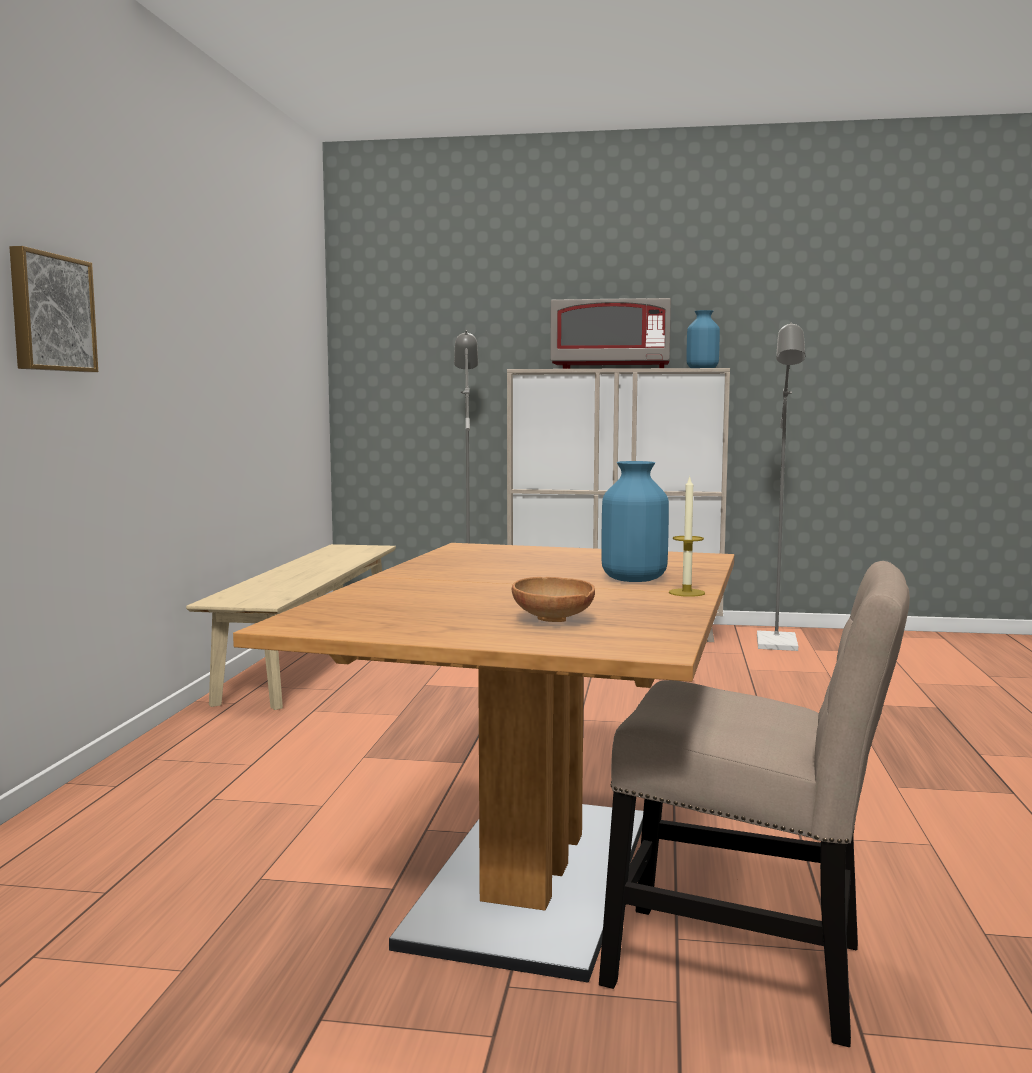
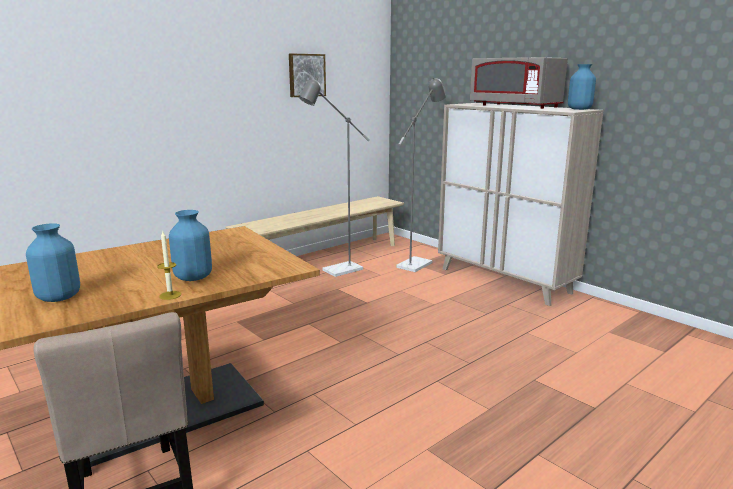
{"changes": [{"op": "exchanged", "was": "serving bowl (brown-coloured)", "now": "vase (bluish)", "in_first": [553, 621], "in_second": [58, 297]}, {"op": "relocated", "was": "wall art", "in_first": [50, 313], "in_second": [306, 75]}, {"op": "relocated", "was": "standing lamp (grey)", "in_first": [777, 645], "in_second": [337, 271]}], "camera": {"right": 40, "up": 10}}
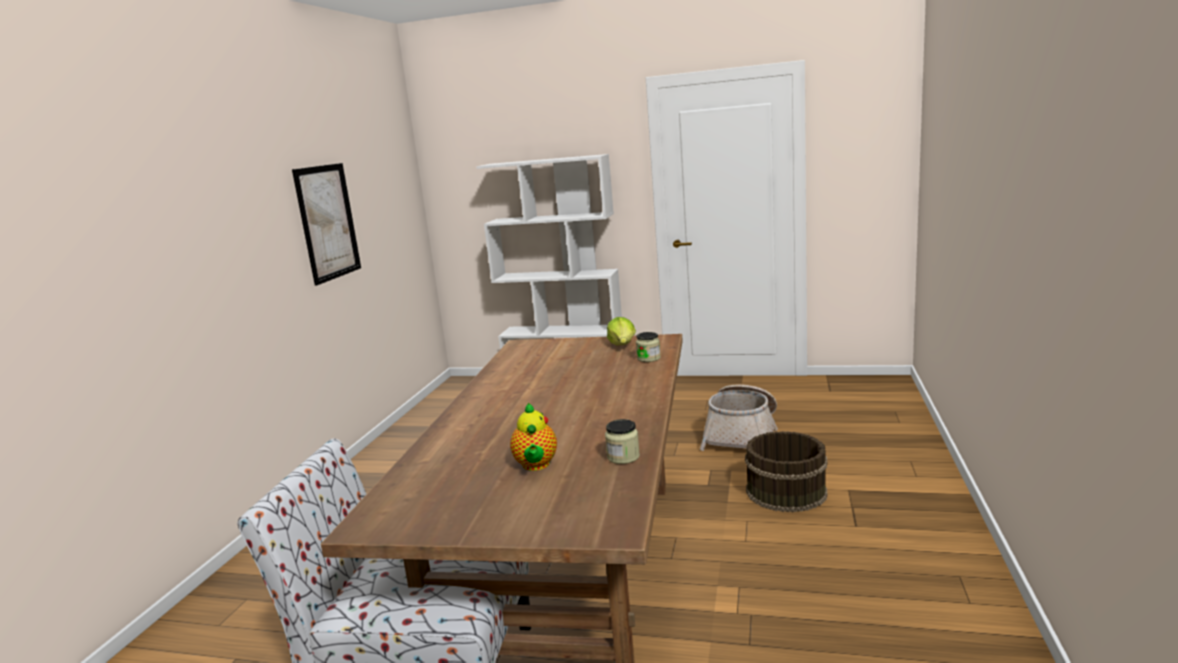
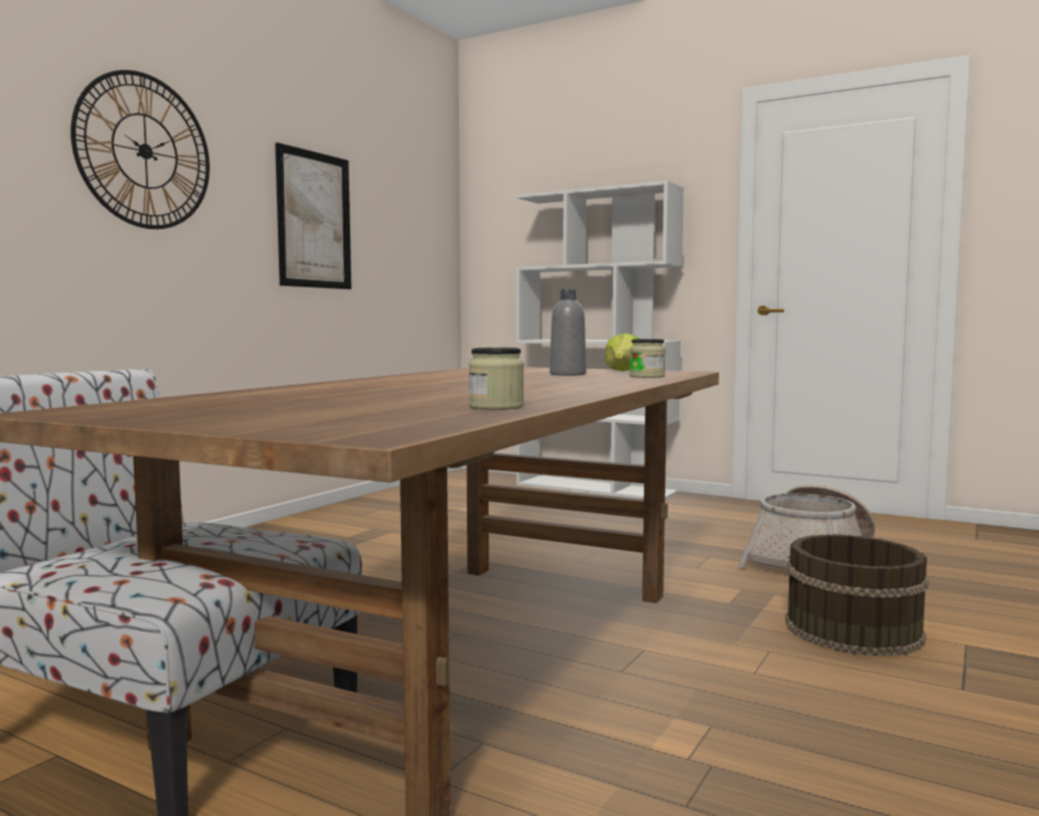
{"changes": [{"op": "appeared", "now": "clock on the wall", "in_second": [145, 151]}, {"op": "appeared", "now": "bottle (grey)", "in_second": [567, 374]}, {"op": "missing", "was": "pot for tea", "in_first": [536, 465]}], "camera": {"right": 15, "up": -10}}
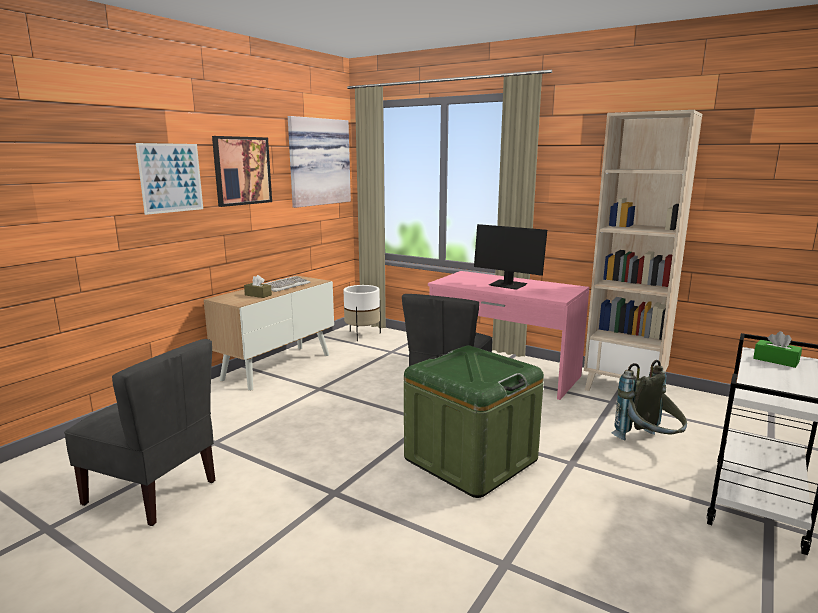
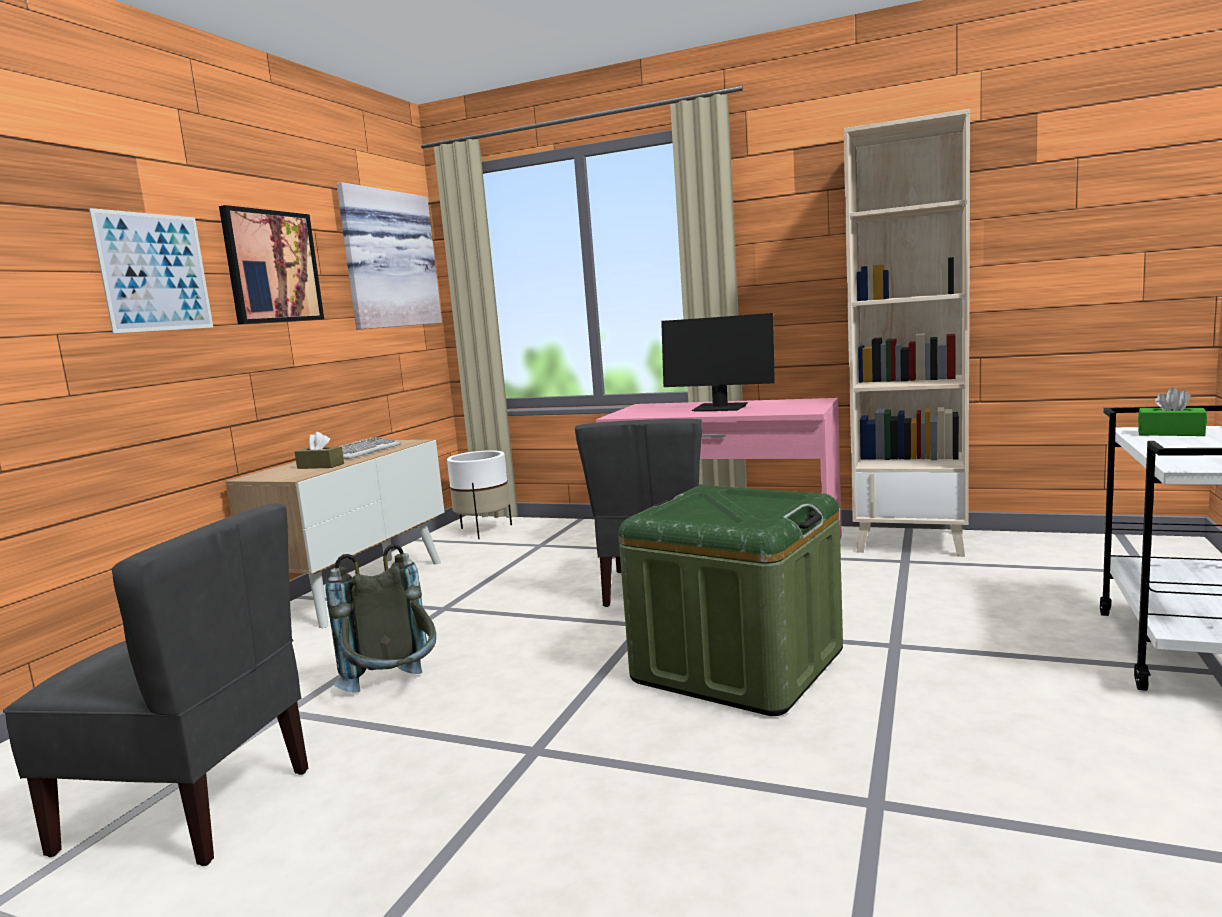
{"changes": [{"op": "relocated", "was": "rucksack (grey)", "in_first": [649, 445], "in_second": [395, 693]}], "camera": {"right": -10, "up": -5}}
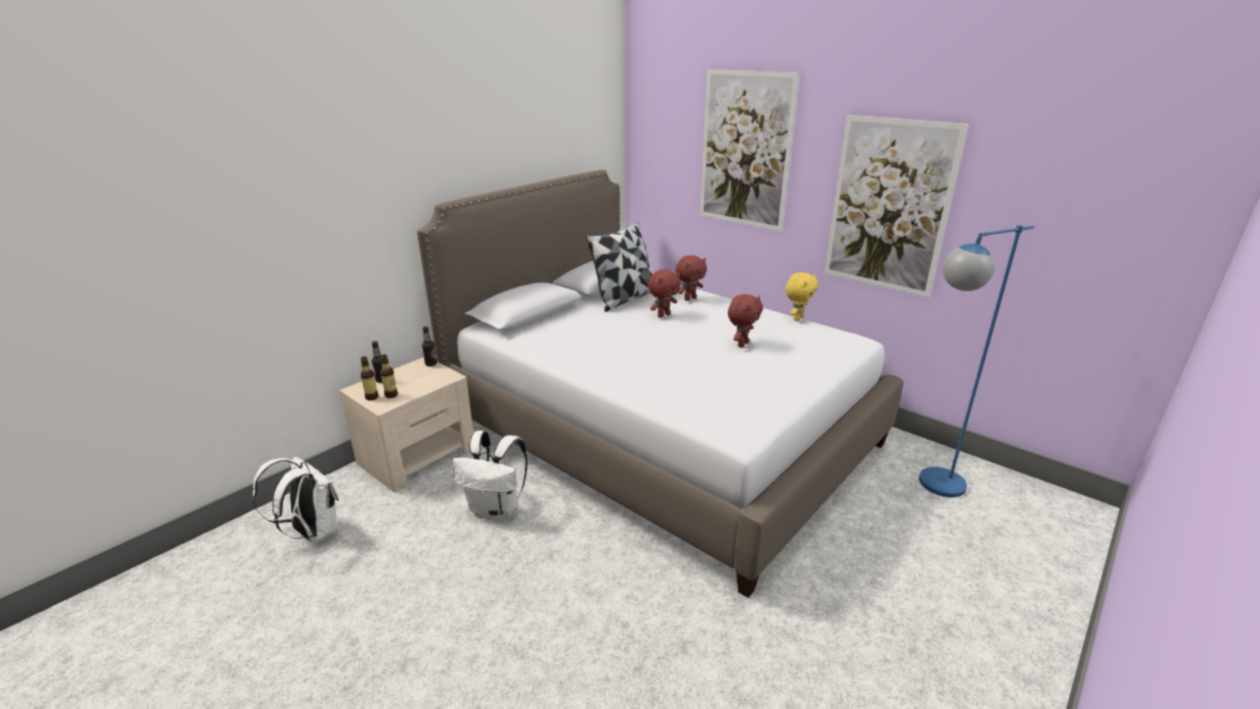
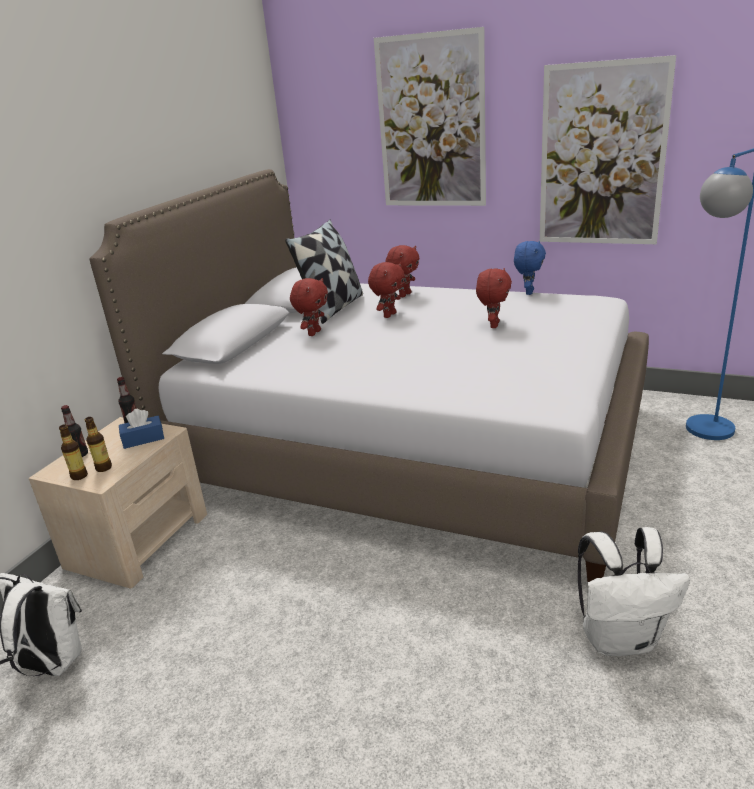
{"changes": [{"op": "appeared", "now": "tissue box (bluish)", "in_second": [143, 439]}, {"op": "appeared", "now": "soft toy (reddish)", "in_second": [313, 333]}, {"op": "colour", "was": "soft toy (yellow-coloured)", "now": "soft toy (bluish)", "in_first": [797, 318], "in_second": [528, 292]}, {"op": "relocated", "was": "rucksack (white-coloured)", "in_first": [496, 509], "in_second": [621, 638]}], "camera": {"right": -15, "up": 0}}
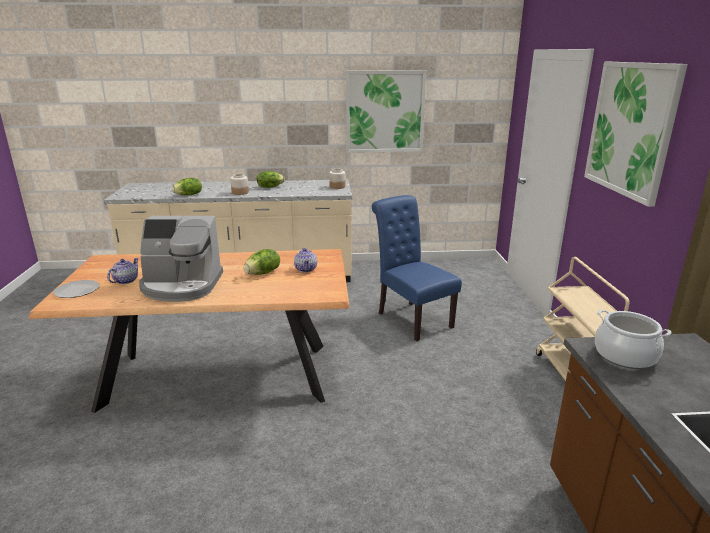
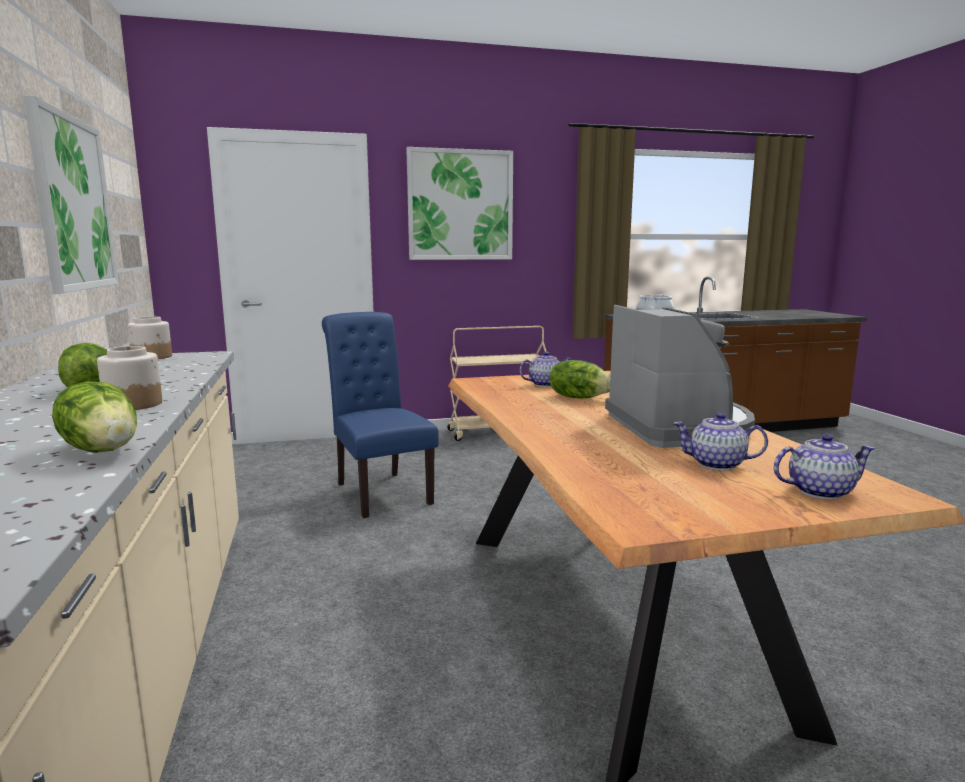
{"changes": [{"op": "spun", "was": "plain chair (bluish)", "in_first": [411, 318], "in_second": [380, 491], "clockwise": 105}, {"op": "exchanged", "was": "plate", "now": "pot for tea", "in_first": [78, 290], "in_second": [819, 491]}], "camera": {"right": -100, "up": -10}}
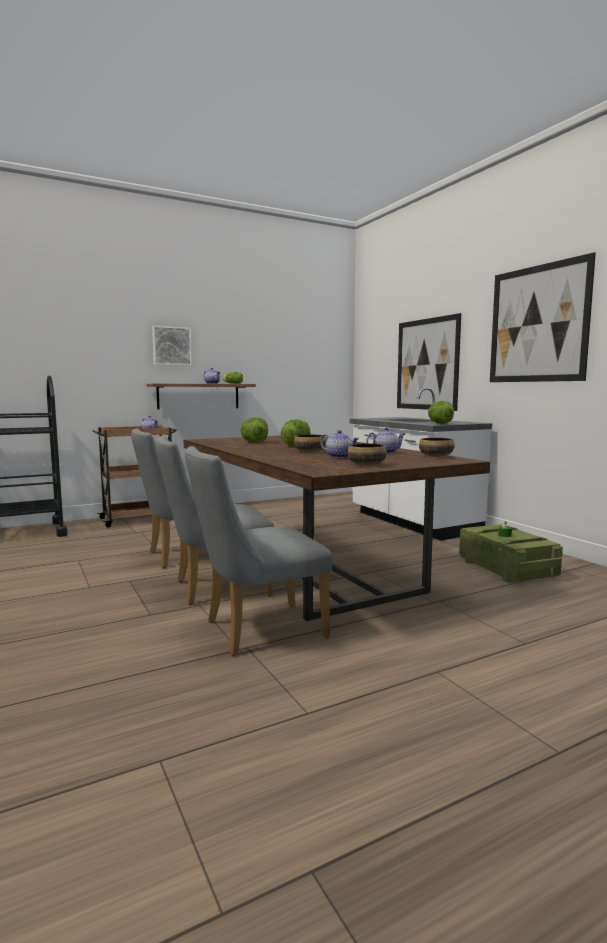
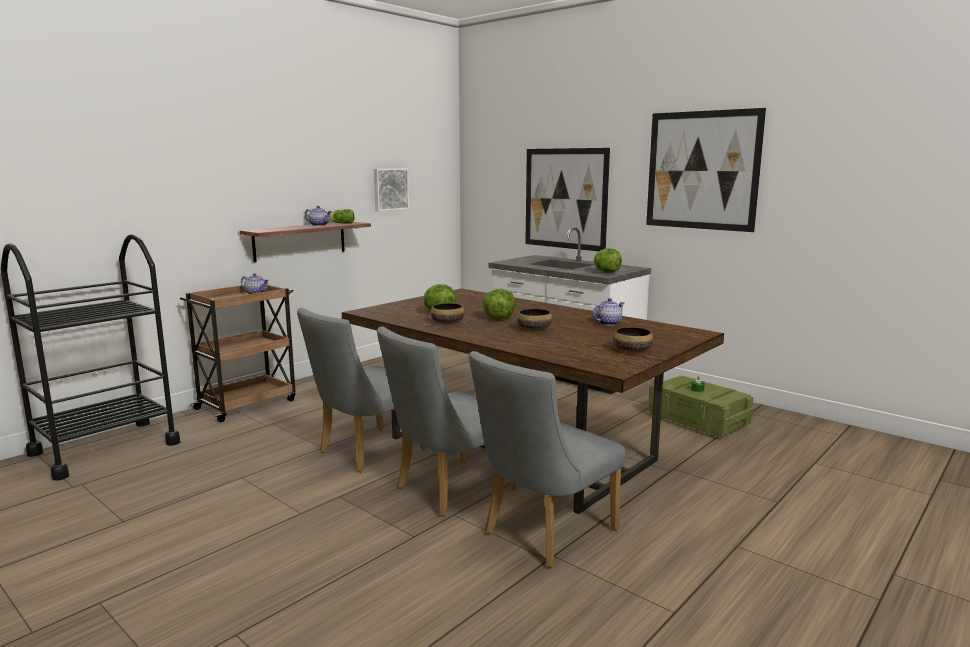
{"changes": [{"op": "relocated", "was": "wall art", "in_first": [171, 346], "in_second": [390, 189]}, {"op": "relocated", "was": "serving bowl", "in_first": [436, 456], "in_second": [448, 323]}, {"op": "missing", "was": "pot for tea", "in_first": [339, 456]}], "camera": {"right": -20, "up": 5}}
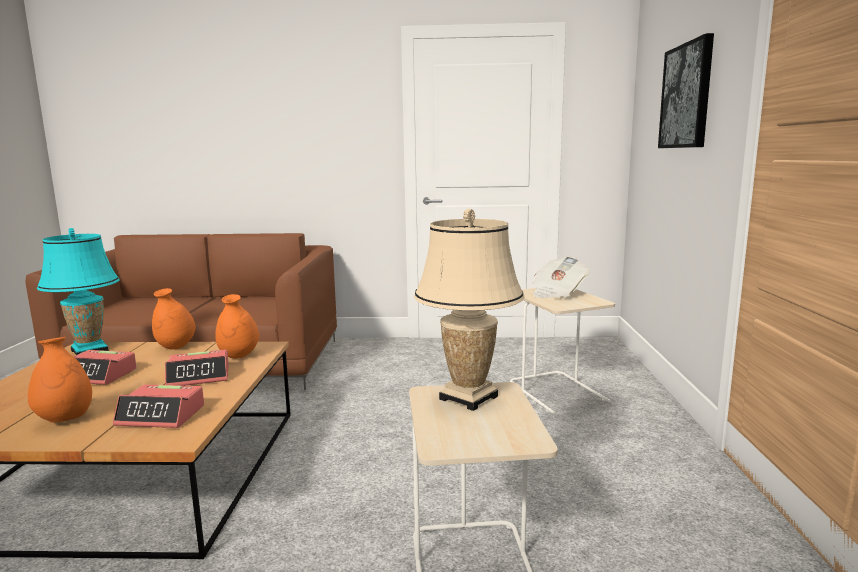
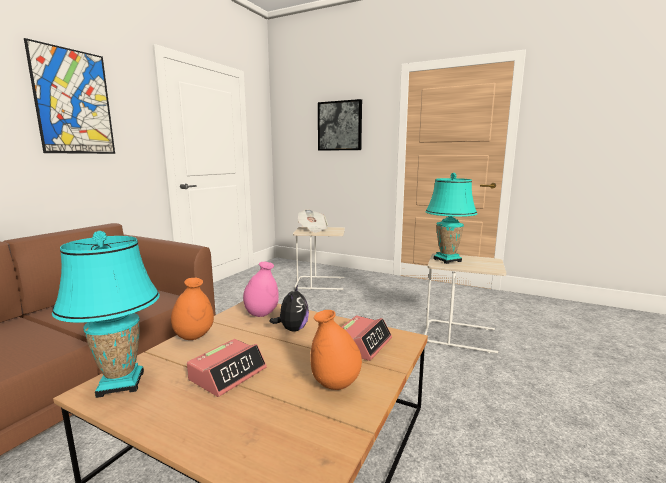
{"changes": [{"op": "appeared", "now": "wall art", "in_second": [74, 102]}, {"op": "colour", "was": "vase (orange-coloured)", "now": "vase (pink-coloured)", "in_first": [239, 356], "in_second": [261, 314]}, {"op": "exchanged", "was": "table clock", "now": "soft toy", "in_first": [199, 376], "in_second": [292, 329]}, {"op": "colour", "was": "lamp for a table (beige)", "now": "lamp for a table (turquoise-coloured)", "in_first": [468, 397], "in_second": [447, 260]}], "camera": {"right": -65, "up": 0}}
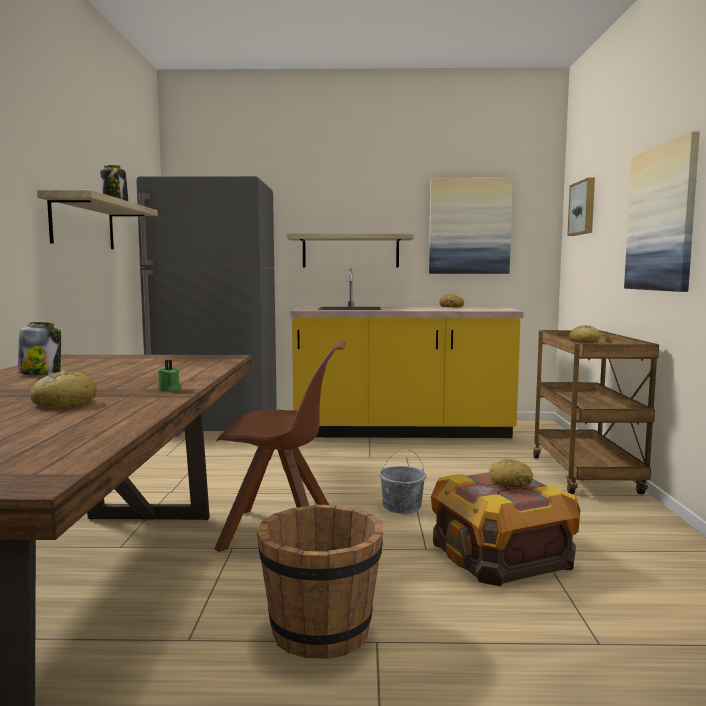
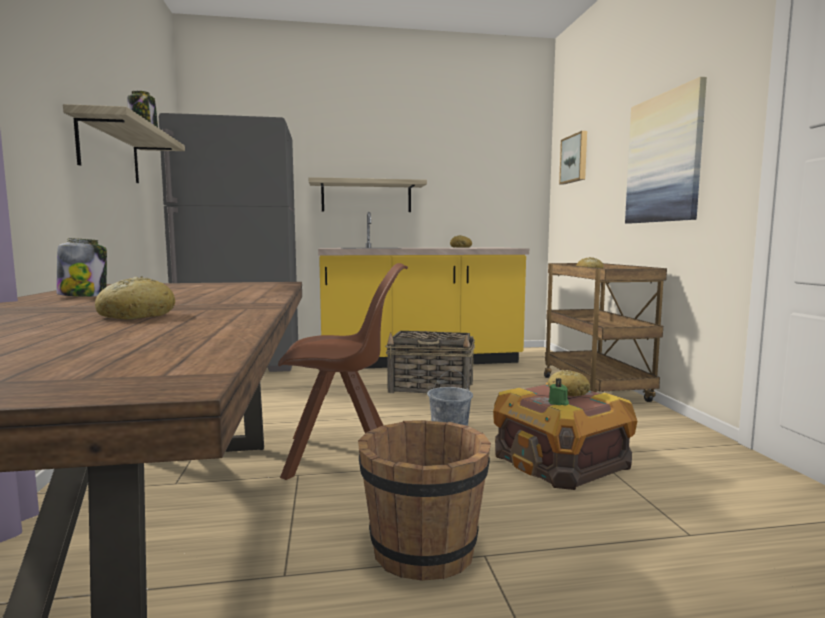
{"changes": [{"op": "appeared", "now": "storage basket", "in_second": [432, 388]}, {"op": "relocated", "was": "candle (green-coloured)", "in_first": [169, 389], "in_second": [558, 403]}, {"op": "missing", "was": "wall art", "in_first": [469, 226]}], "camera": {"right": -10, "up": 0}}
